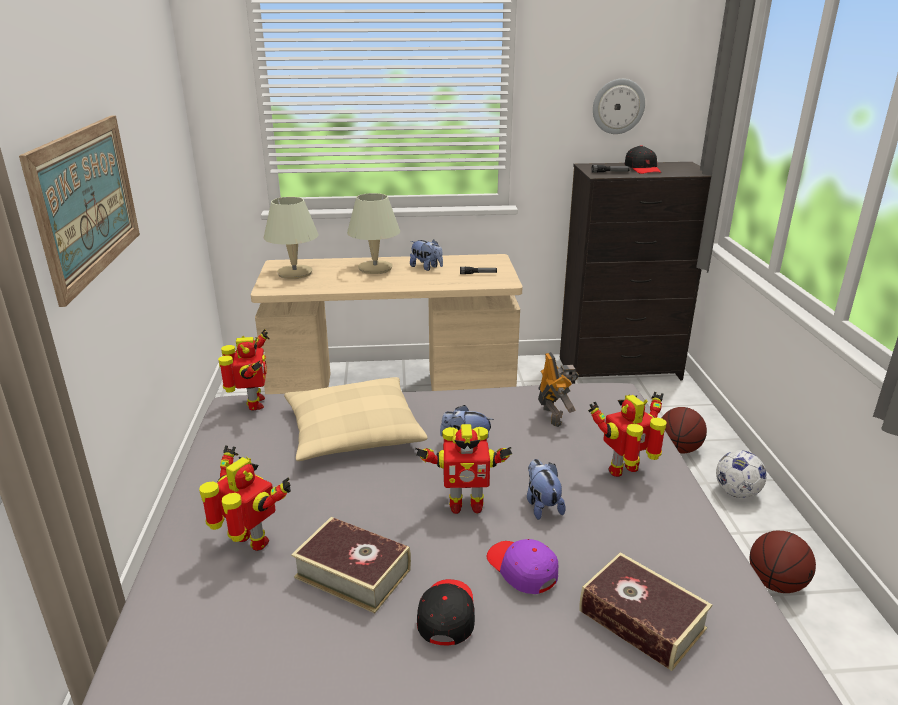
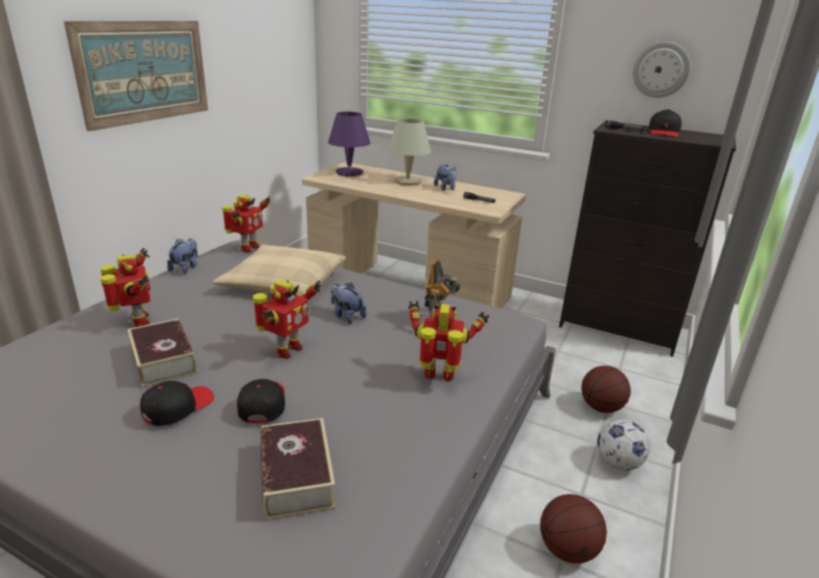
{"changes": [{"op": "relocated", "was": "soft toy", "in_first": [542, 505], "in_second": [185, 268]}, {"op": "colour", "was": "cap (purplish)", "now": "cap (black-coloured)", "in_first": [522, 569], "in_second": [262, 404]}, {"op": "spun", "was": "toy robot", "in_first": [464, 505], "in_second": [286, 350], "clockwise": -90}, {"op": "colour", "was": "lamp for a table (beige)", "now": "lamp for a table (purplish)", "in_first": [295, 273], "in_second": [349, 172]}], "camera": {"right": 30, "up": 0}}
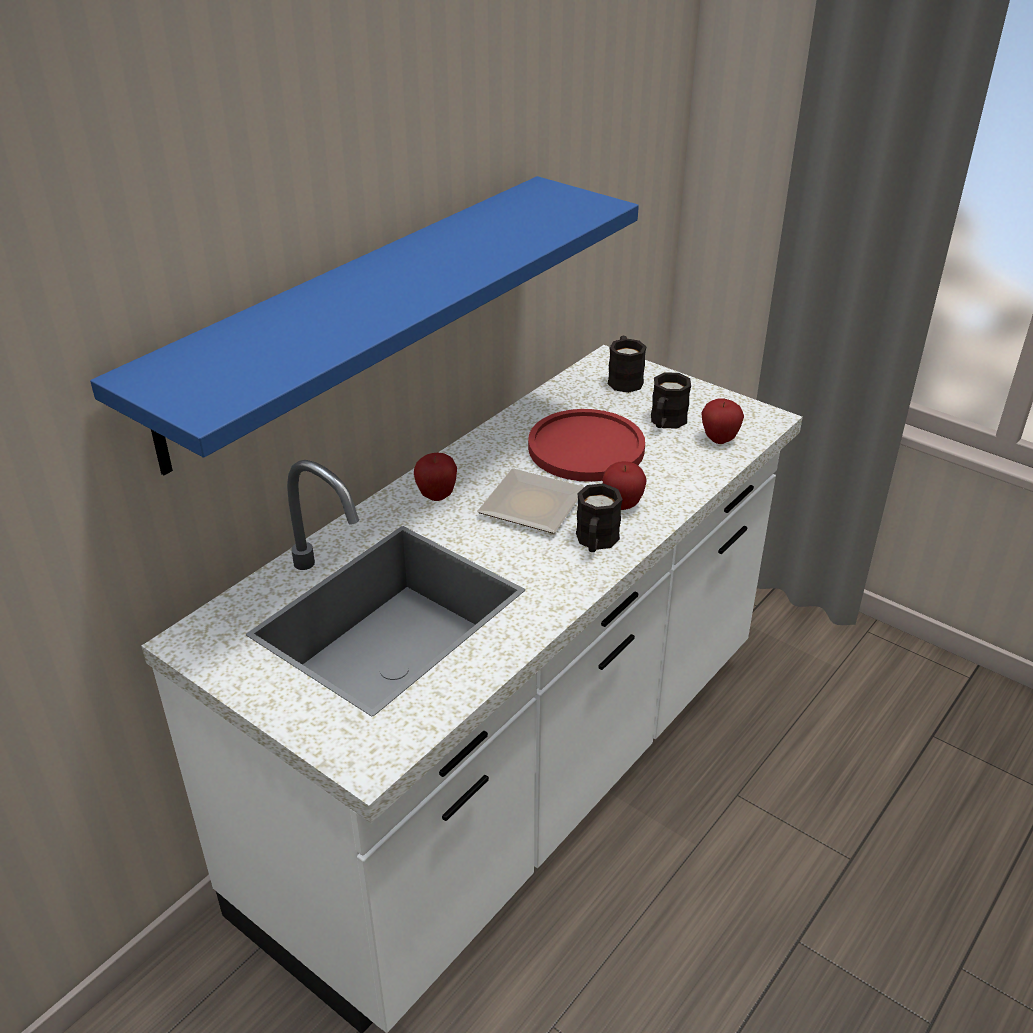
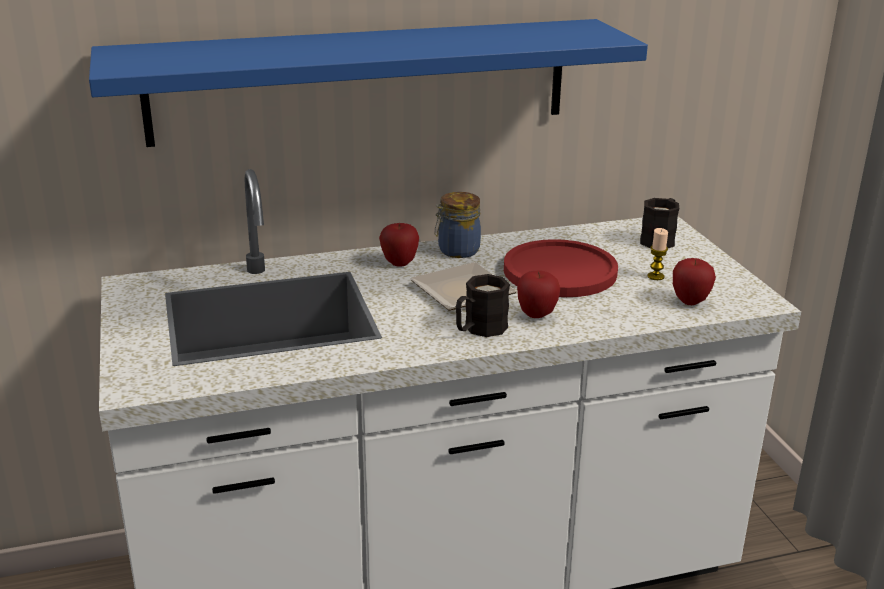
{"changes": [{"op": "appeared", "now": "preserve jar", "in_second": [457, 251]}, {"op": "exchanged", "was": "tea mug (black-coloured)", "now": "candle", "in_first": [666, 423], "in_second": [655, 276]}], "camera": {"right": 35, "up": -10}}
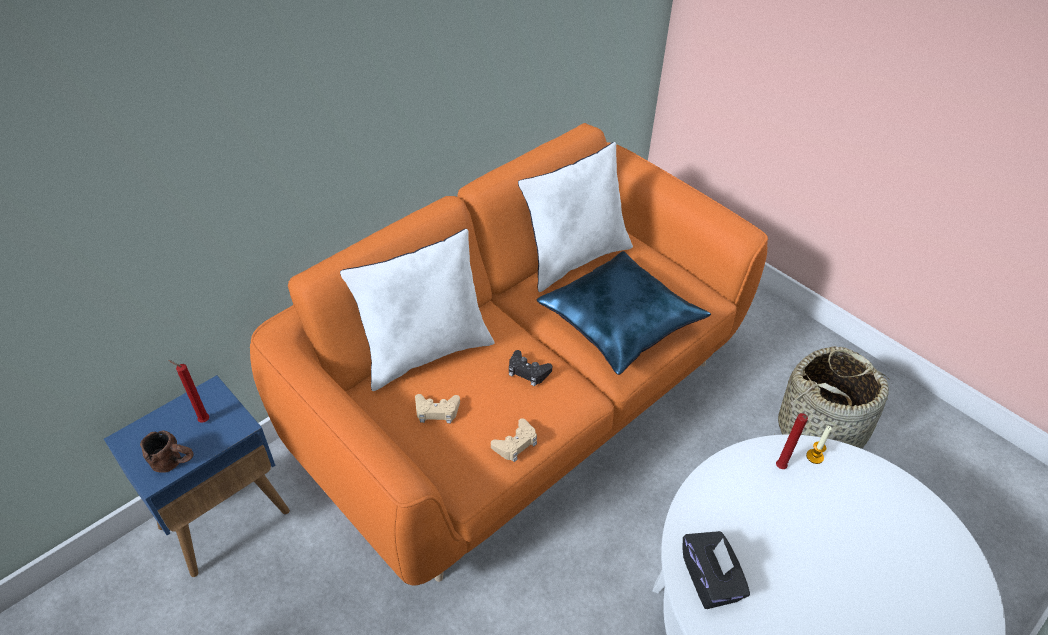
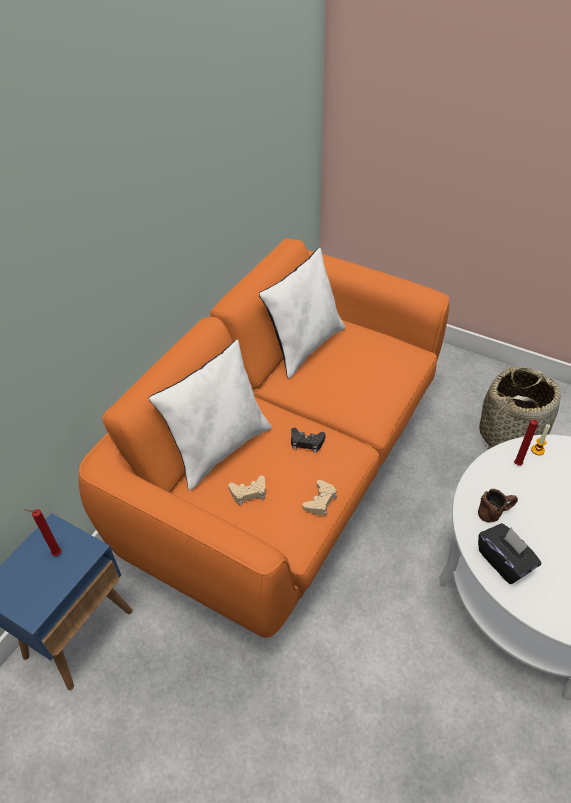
{"changes": [{"op": "relocated", "was": "tea mug (brown-coloured)", "in_first": [175, 462], "in_second": [495, 512]}, {"op": "missing", "was": "throw pillow (bluish)", "in_first": [620, 321]}], "camera": {"right": -15, "up": 0}}
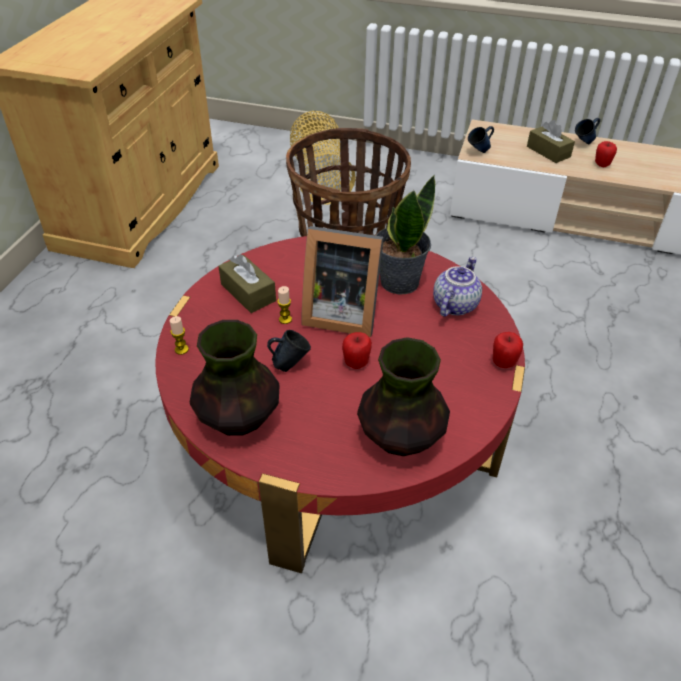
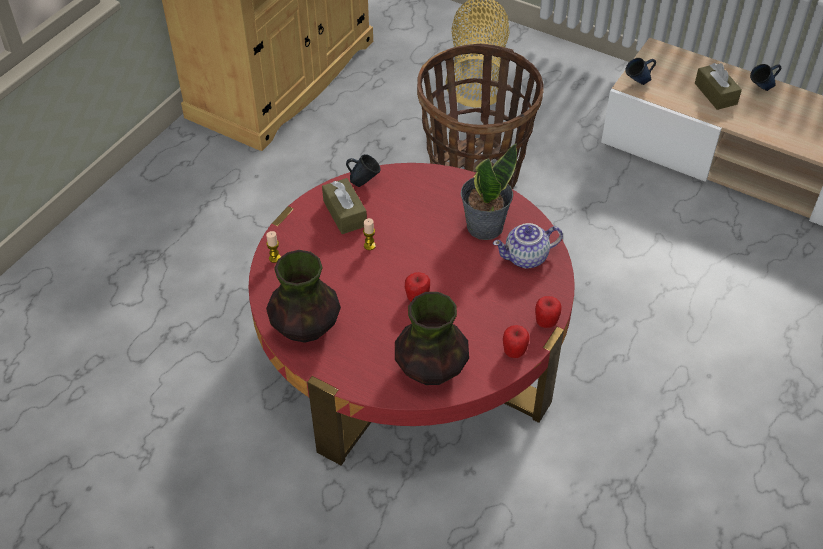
{"changes": [{"op": "relocated", "was": "tea mug (bluish)", "in_first": [290, 365], "in_second": [364, 182]}, {"op": "spun", "was": "pot for tea", "in_first": [454, 304], "in_second": [526, 258], "clockwise": -150}, {"op": "relocated", "was": "apple fruit", "in_first": [602, 165], "in_second": [514, 352]}, {"op": "missing", "was": "photo frame", "in_first": [340, 313]}], "camera": {"right": 15, "up": 5}}
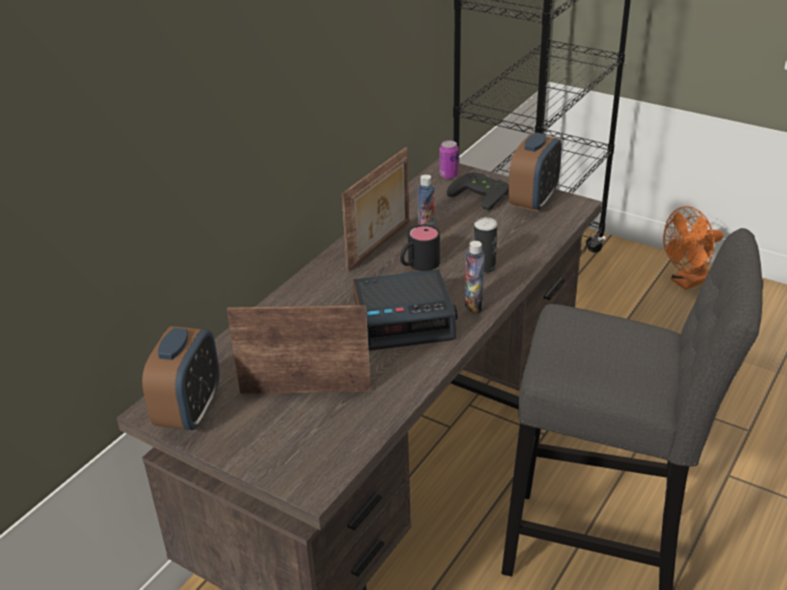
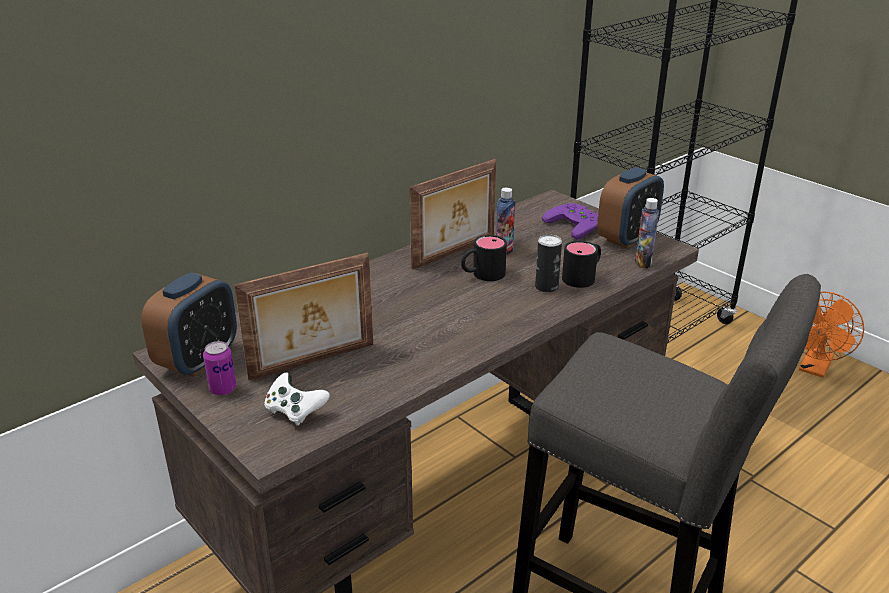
{"changes": [{"op": "relocated", "was": "can", "in_first": [448, 175], "in_second": [223, 389]}, {"op": "spun", "was": "photo frame", "in_first": [305, 390], "in_second": [313, 362], "clockwise": 135}, {"op": "appeared", "now": "joypad (white-coloured)", "in_second": [295, 411]}, {"op": "colour", "was": "joypad (black-coloured)", "now": "joypad (purplish)", "in_first": [482, 194], "in_second": [578, 224]}, {"op": "appeared", "now": "tea mug (black-coloured)", "in_second": [583, 276]}, {"op": "relocated", "was": "bottle", "in_first": [473, 305], "in_second": [643, 262]}, {"op": "spun", "was": "electric fan (orange-coloured)", "in_first": [687, 282], "in_second": [814, 368], "clockwise": -45}, {"op": "missing", "was": "table clock", "in_first": [404, 319]}], "camera": {"right": 15, "up": -5}}
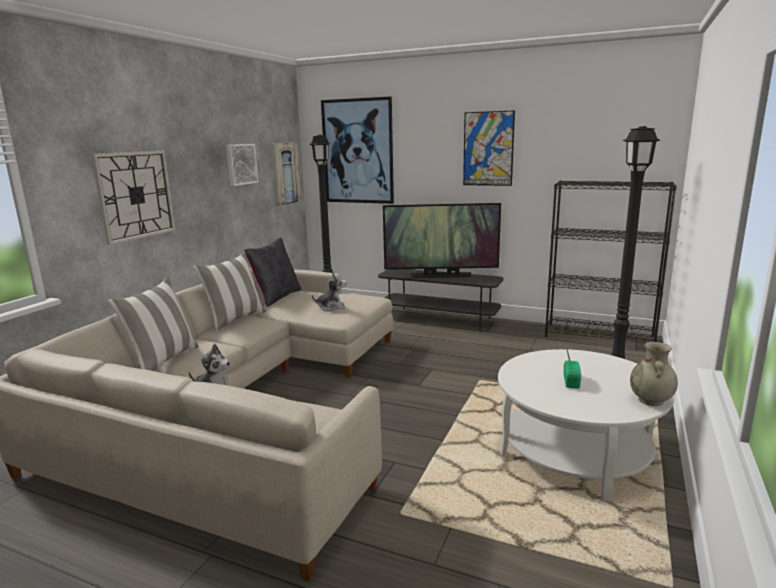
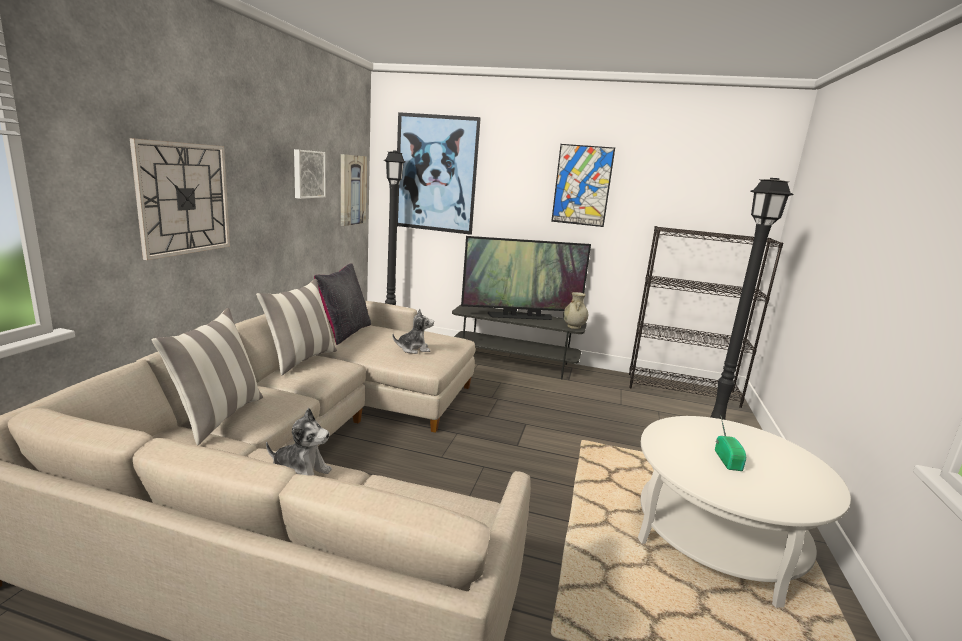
{"changes": [{"op": "relocated", "was": "vase (beige)", "in_first": [651, 401], "in_second": [574, 327]}], "camera": {"right": -10, "up": 0}}
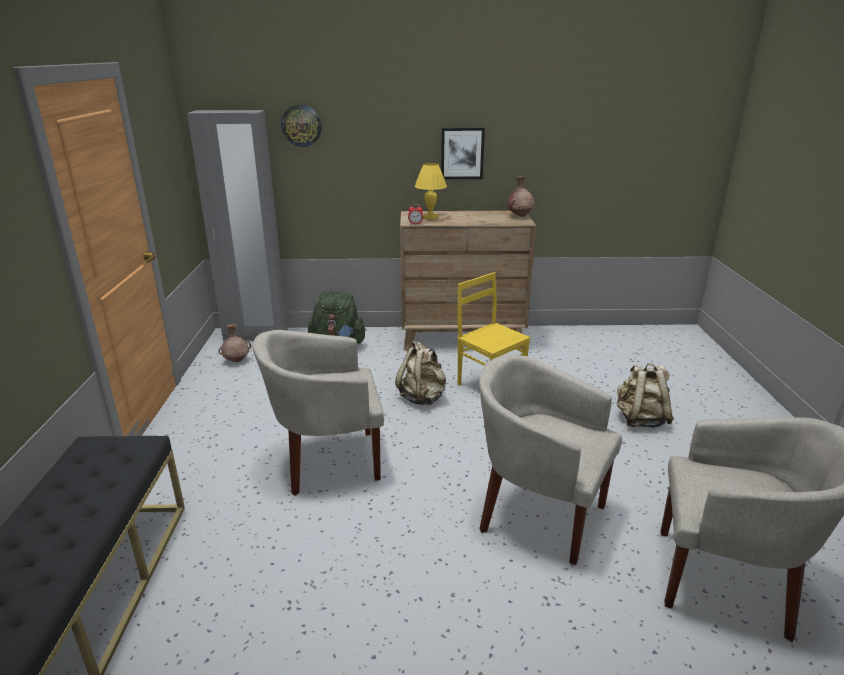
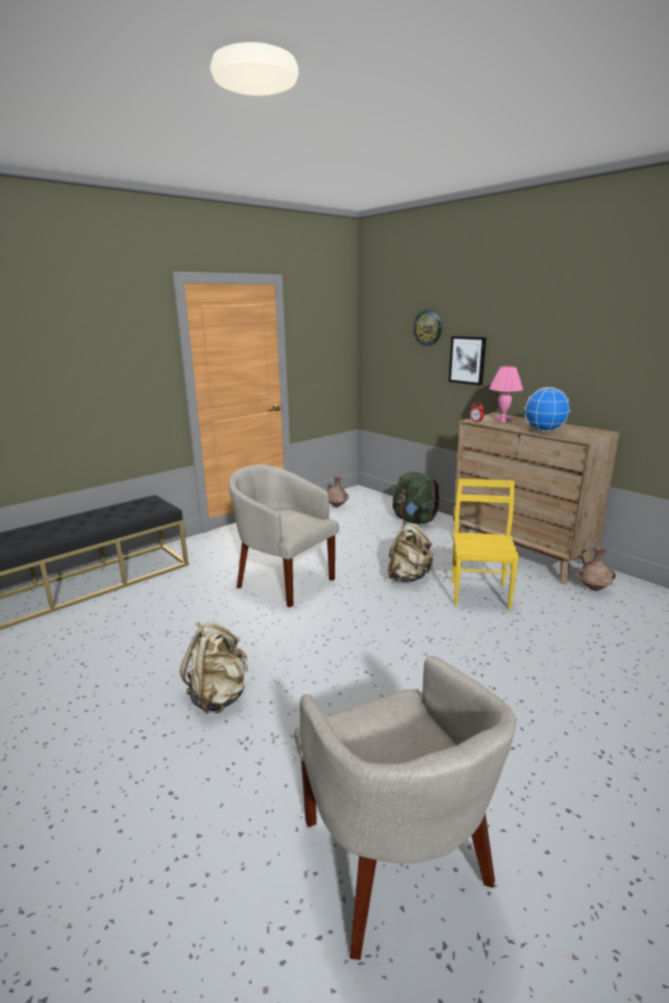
{"changes": [{"op": "relocated", "was": "rucksack (beige)", "in_first": [640, 420], "in_second": [219, 695]}, {"op": "relocated", "was": "wall art", "in_first": [462, 153], "in_second": [467, 360]}, {"op": "colour", "was": "lamp for a table (yellow-coloured)", "now": "lamp for a table (pink-coloured)", "in_first": [431, 217], "in_second": [503, 420]}, {"op": "appeared", "now": "world globe", "in_second": [544, 430]}, {"op": "relocated", "was": "vase (brown-coloured)", "in_first": [520, 216], "in_second": [593, 589]}, {"op": "missing", "was": "clothes cupboard (grey)", "in_first": [255, 335]}, {"op": "missing", "was": "armchair (beige)", "in_first": [538, 513]}], "camera": {"right": 50, "up": -5}}
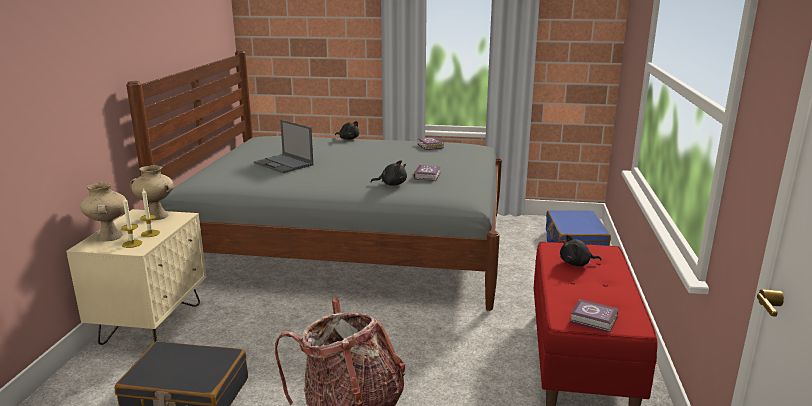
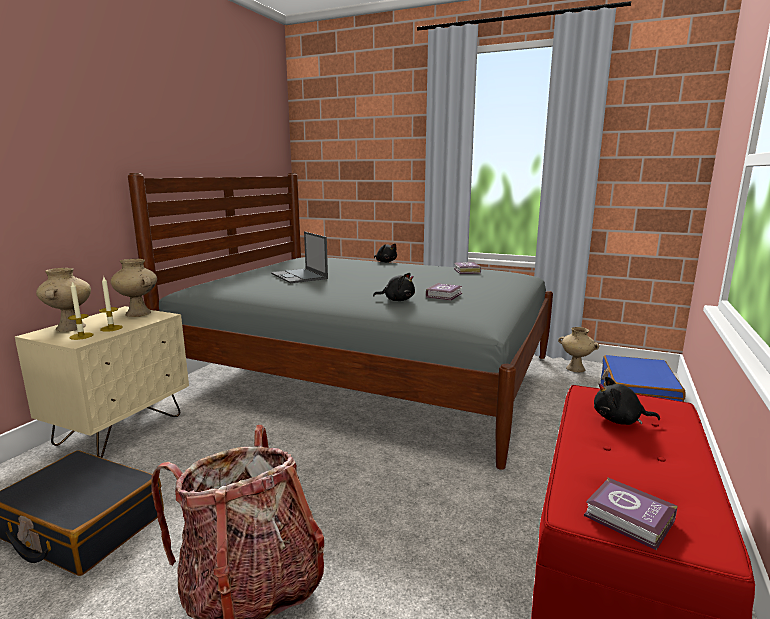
{"changes": [{"op": "appeared", "now": "vase (beige)", "in_second": [576, 368]}], "camera": {"right": 15, "up": -5}}
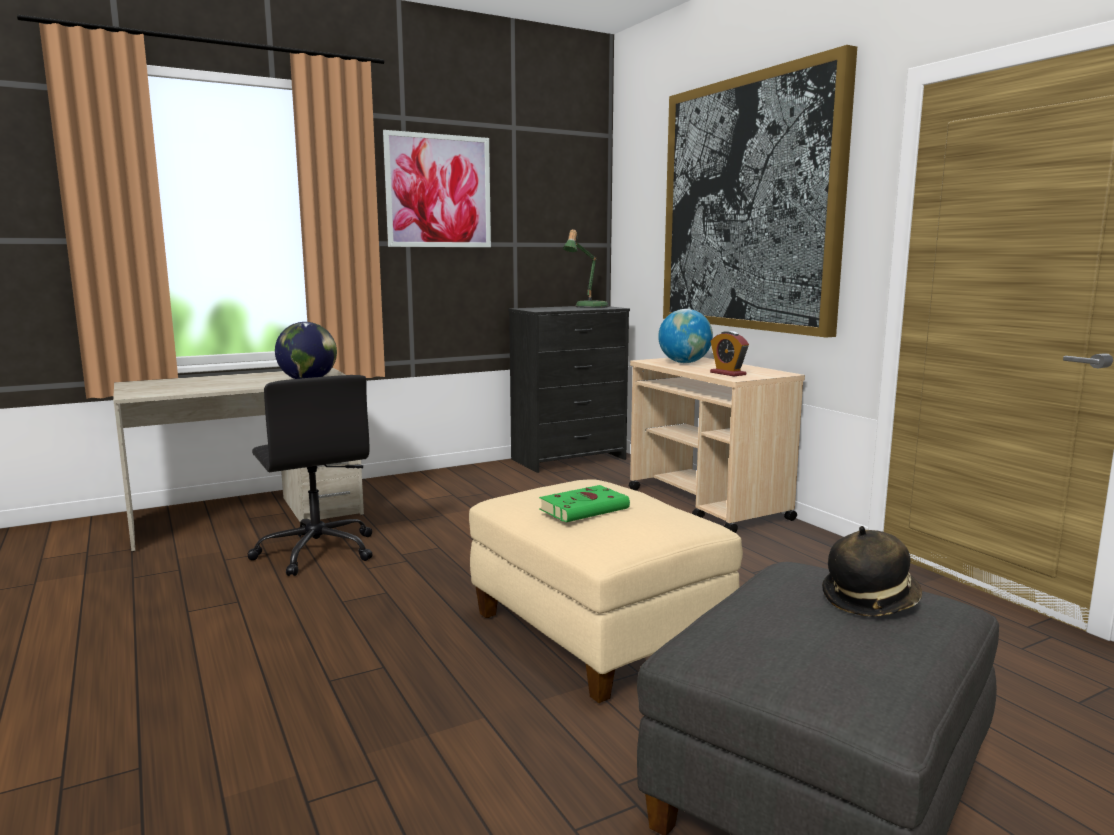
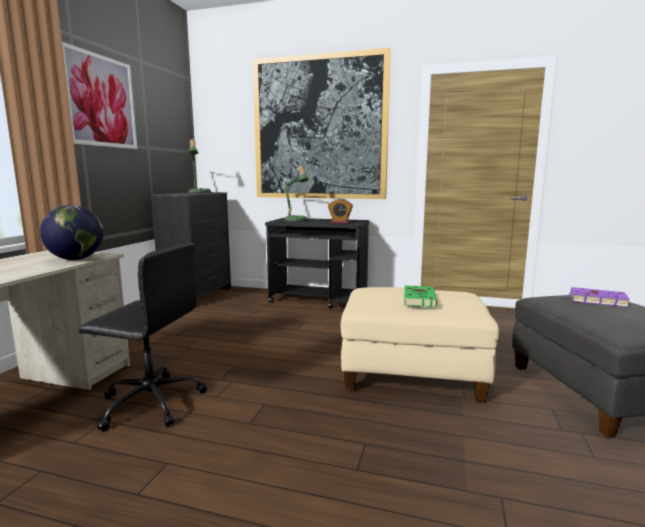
{"changes": [{"op": "colour", "was": "cart (beige)", "now": "cart (black-coloured)", "in_first": [708, 504], "in_second": [319, 300]}, {"op": "exchanged", "was": "world globe", "now": "lamp for a table", "in_first": [684, 363], "in_second": [297, 220]}, {"op": "exchanged", "was": "hat", "now": "book (purplish)", "in_first": [869, 600], "in_second": [596, 300]}], "camera": {"right": -45, "up": 0}}
